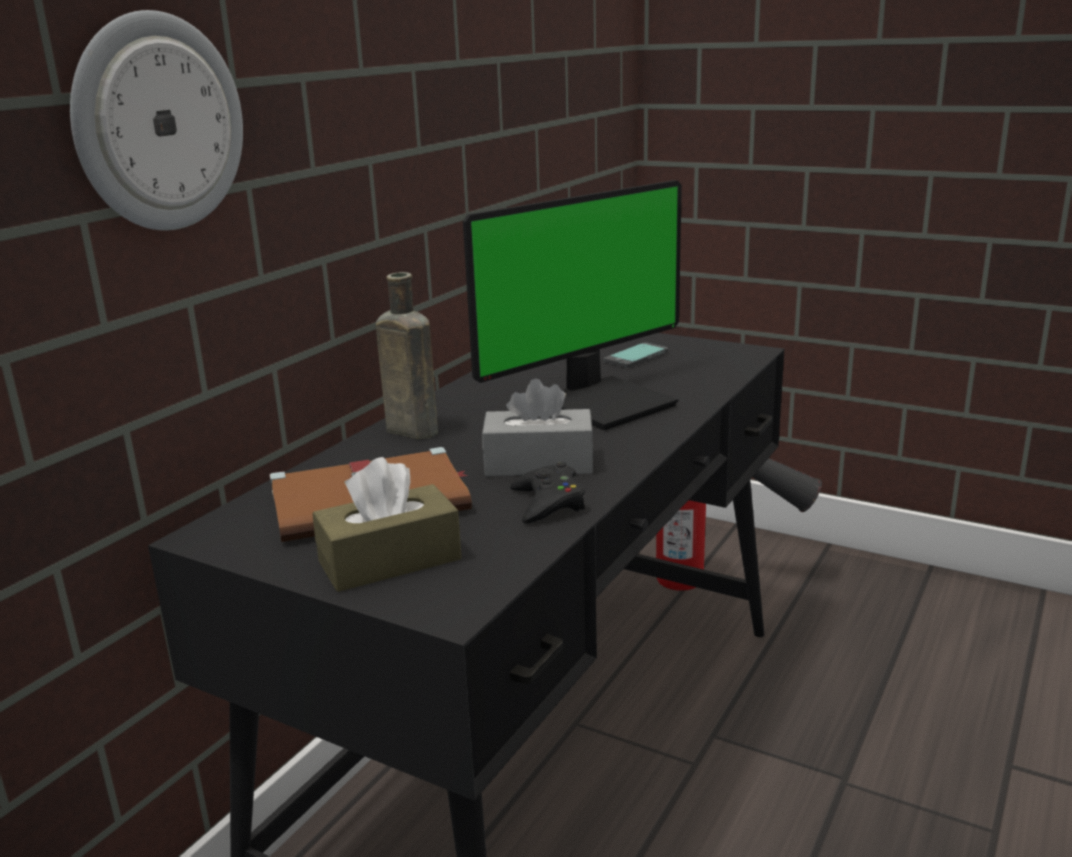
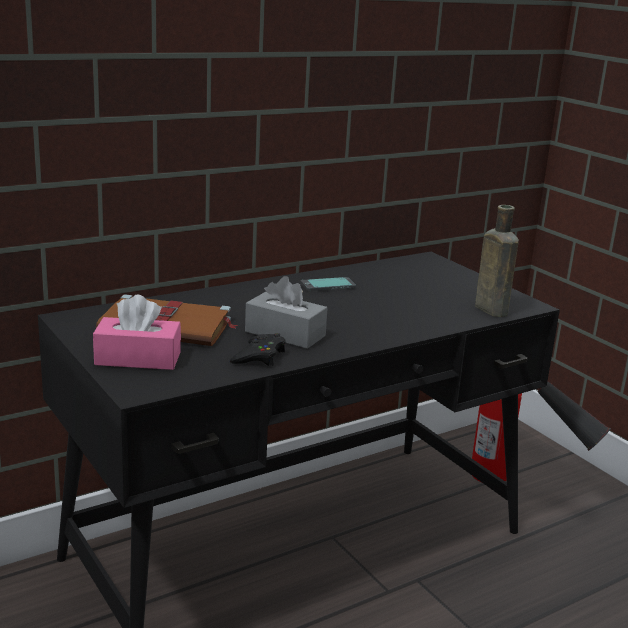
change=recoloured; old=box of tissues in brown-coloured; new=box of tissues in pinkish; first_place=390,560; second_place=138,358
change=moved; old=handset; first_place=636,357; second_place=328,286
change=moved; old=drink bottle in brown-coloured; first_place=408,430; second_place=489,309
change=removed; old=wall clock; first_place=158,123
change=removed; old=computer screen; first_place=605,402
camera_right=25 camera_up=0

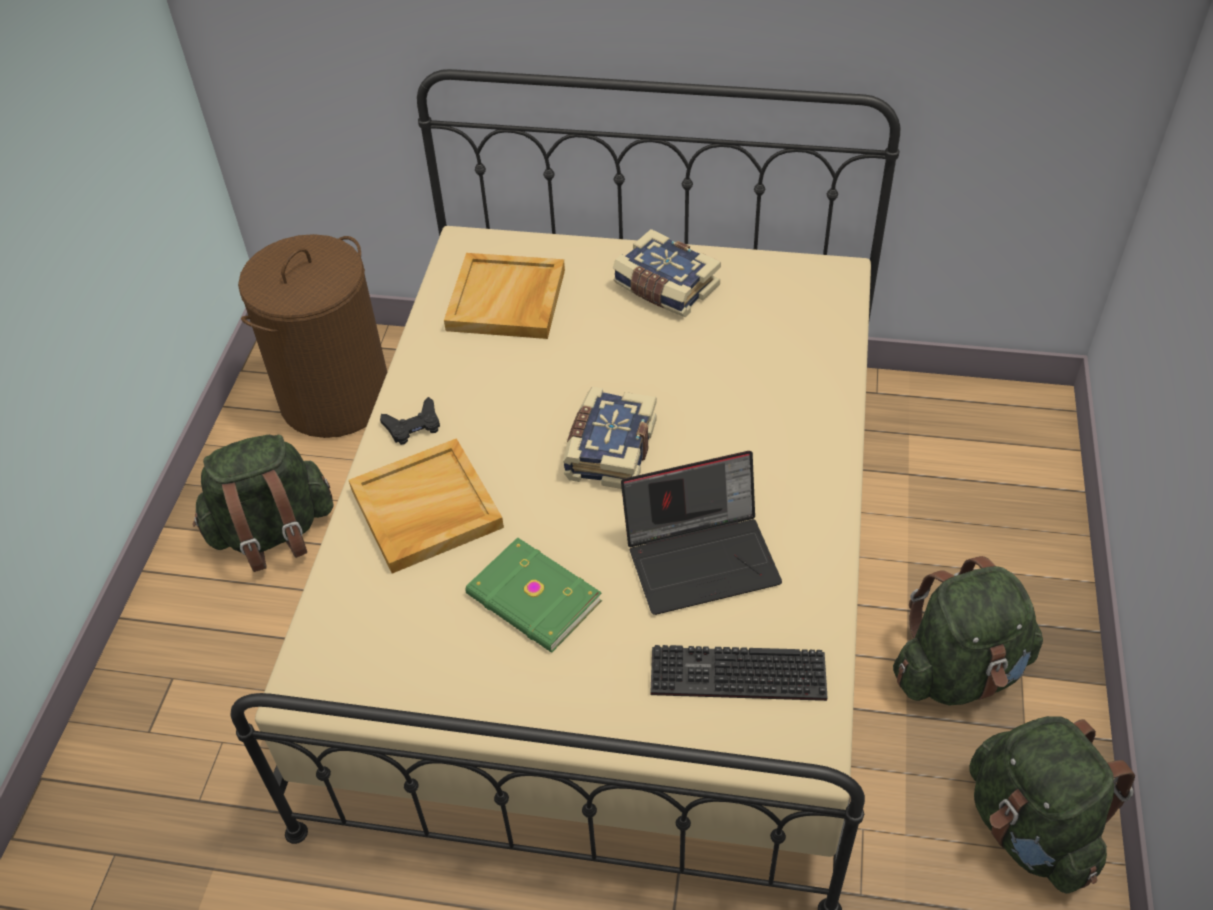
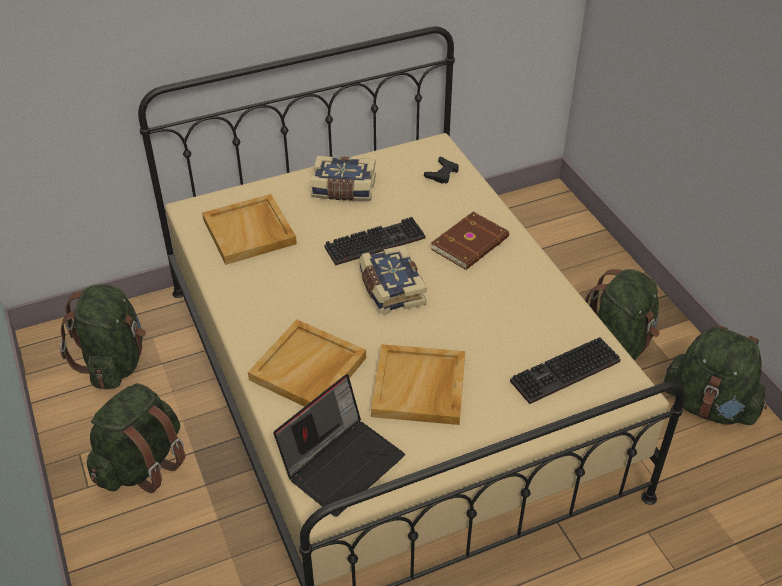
change=replaced; old=laundry basket in brown-coloured; new=backpack in green; first_place=335,397; second_place=115,362
change=moved; old=portable computer; first_place=702,557; second_place=342,462
change=added; new=keyboard; second_place=376,241
change=replaced; old=volume in green; new=serving tray in beige; first_place=533,600; second_place=420,388
change=moved; old=game controller in black; first_place=413,426; second_place=442,173
change=added; new=volume in brown-coloured; second_place=471,244
camera_right=-35 camera_up=-5

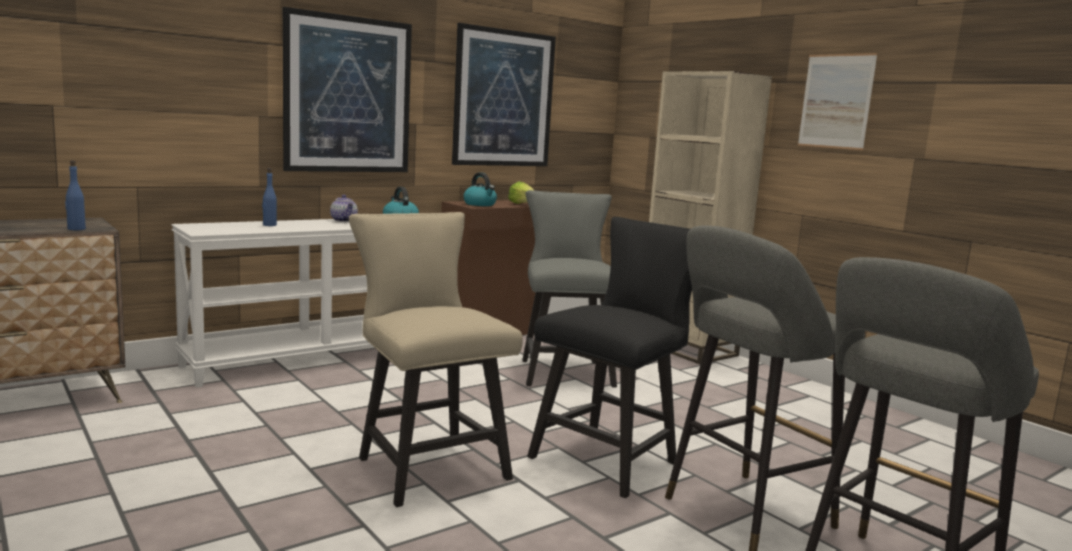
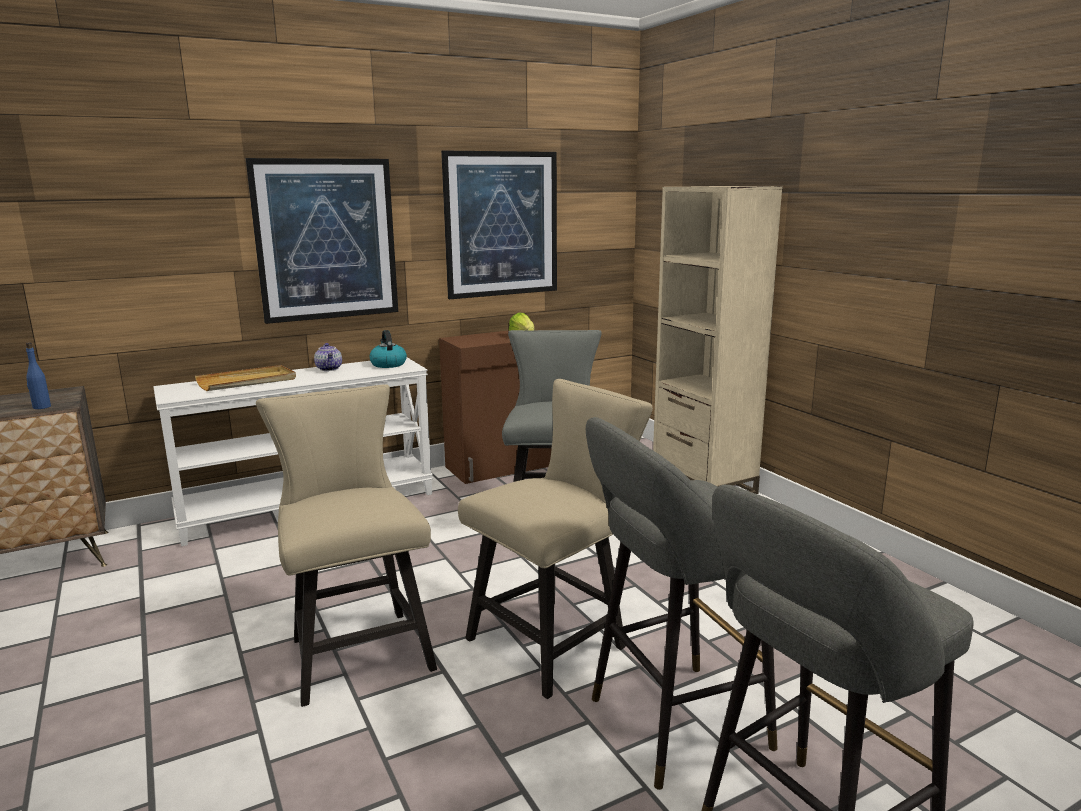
change=replaced; old=drink bottle in bluish; new=serving tray in beige; first_place=269,225; second_place=247,381
change=recoloured; old=upright chair in black; new=upright chair in beige; first_place=611,457; second_place=555,640
change=removed; old=kettle; first_place=480,204
change=removed; old=picture; first_place=836,101
camera_right=10 camera_up=5

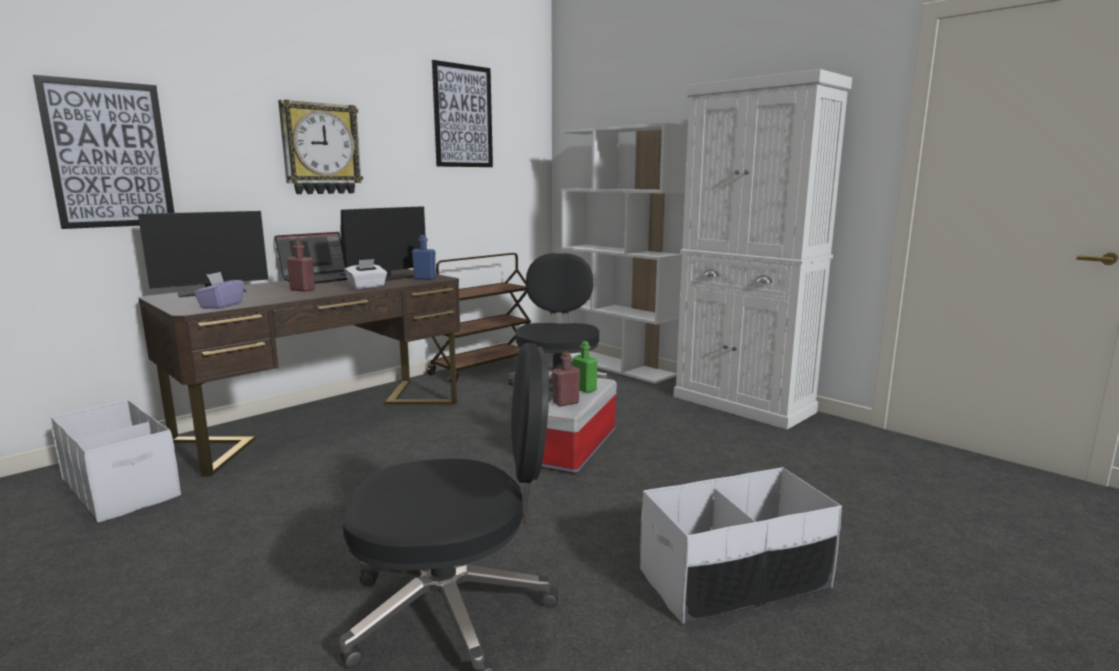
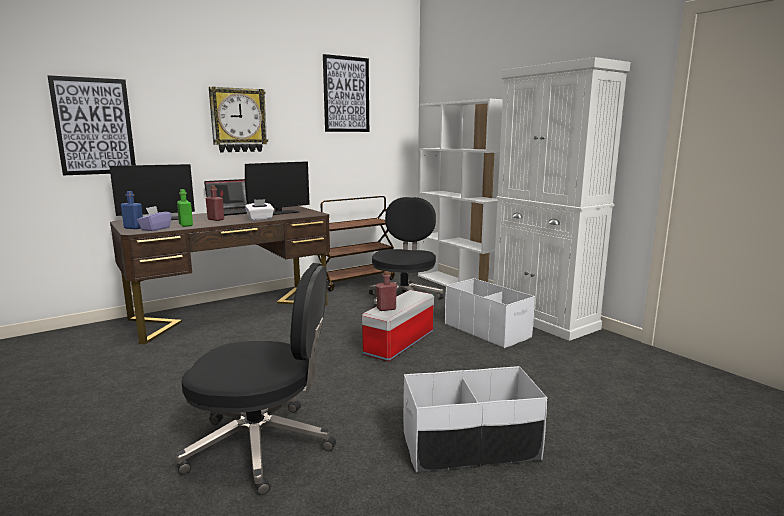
change=moved; old=drink bottle in bluish; first_place=424,278; second_place=134,228
change=moved; old=drink bottle in green; first_place=584,389; second_place=186,225
change=moved; old=storage box in white-coloured; first_place=121,487; second_place=487,330
camera_right=10 camera_up=0

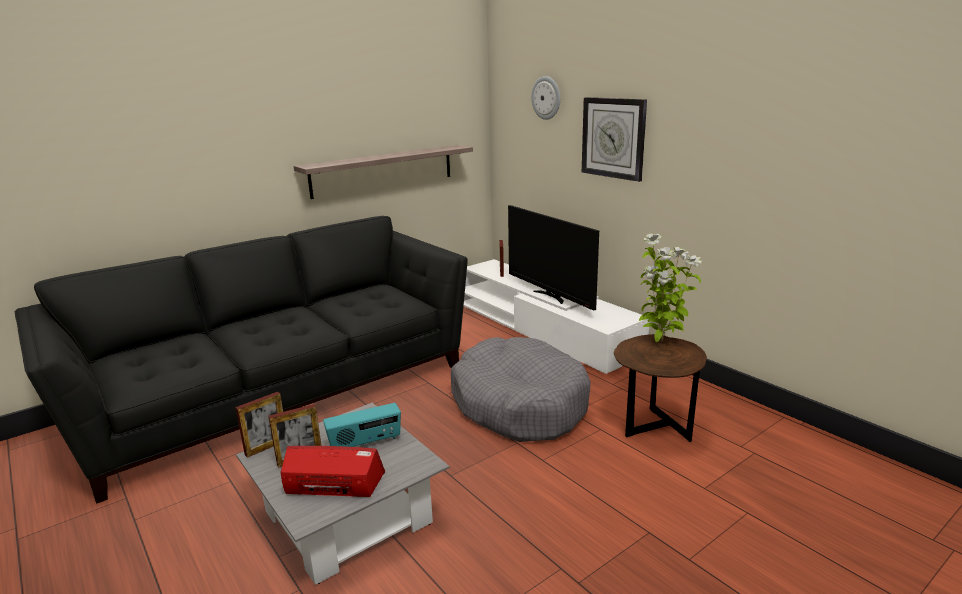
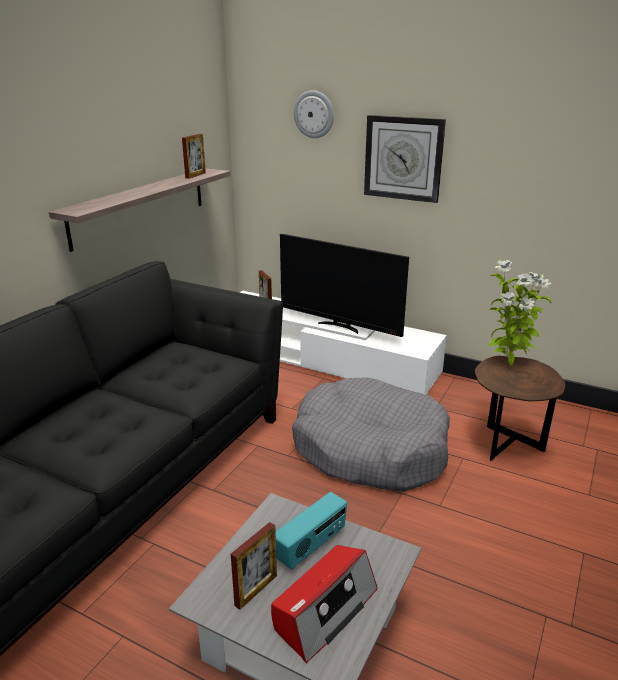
change=moved; old=picture frame; first_place=266,447; second_place=195,175
change=turned; old=radio receiver; first_place=333,484; second_place=324,610; degrees=150
camera_right=-25 camera_up=5

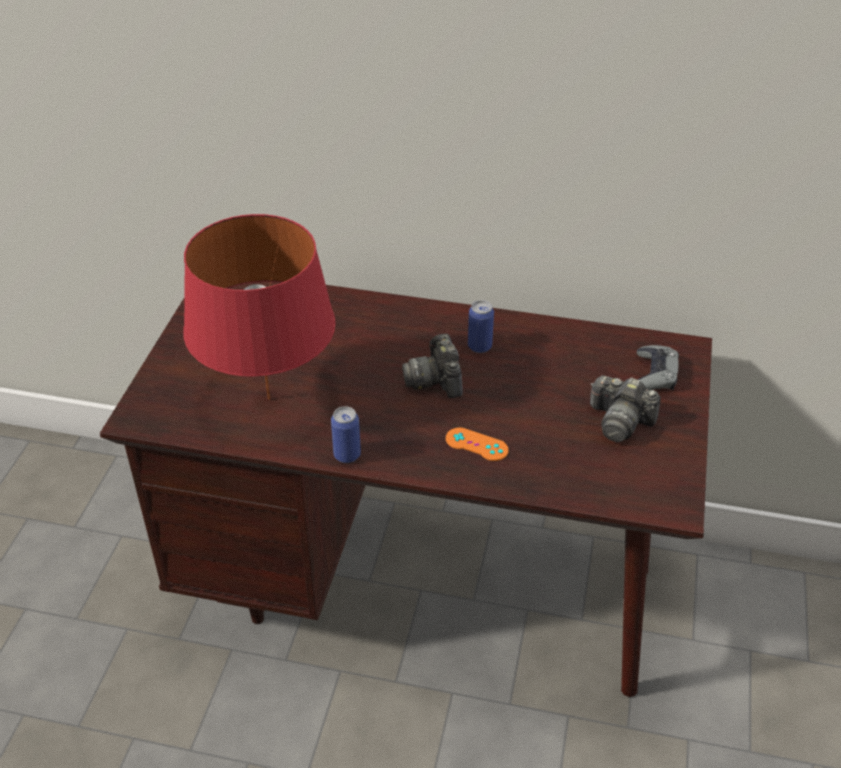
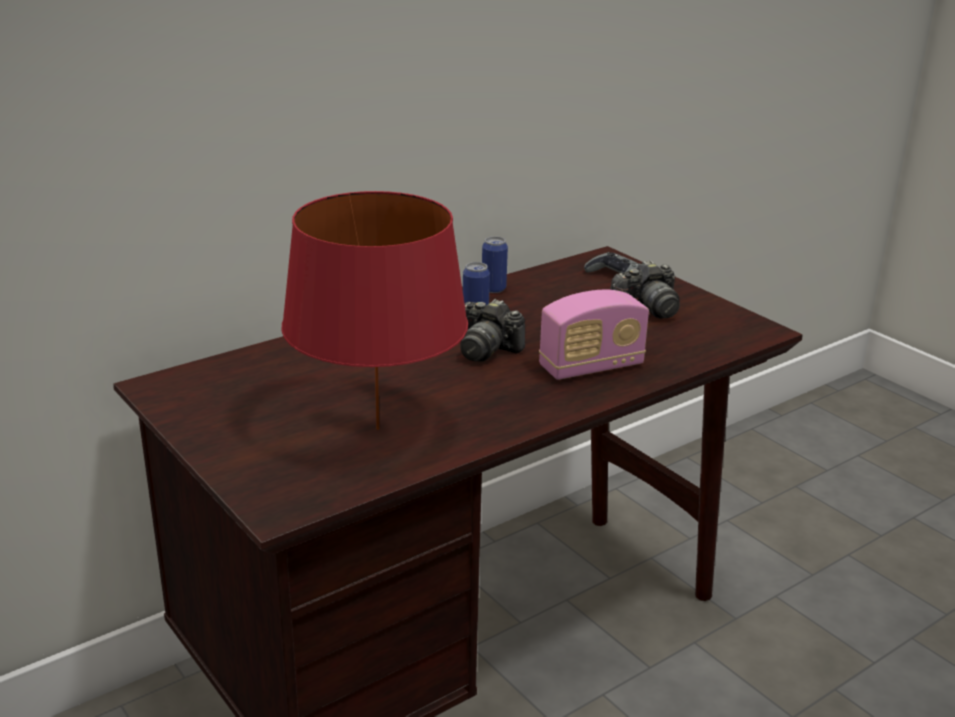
change=moved; old=sealed can; first_place=347,455; second_place=493,289
change=replaced; old=game controller in orangey; new=radio receiver; first_place=476,444; second_place=591,367
camera_right=-50 camera_up=-15

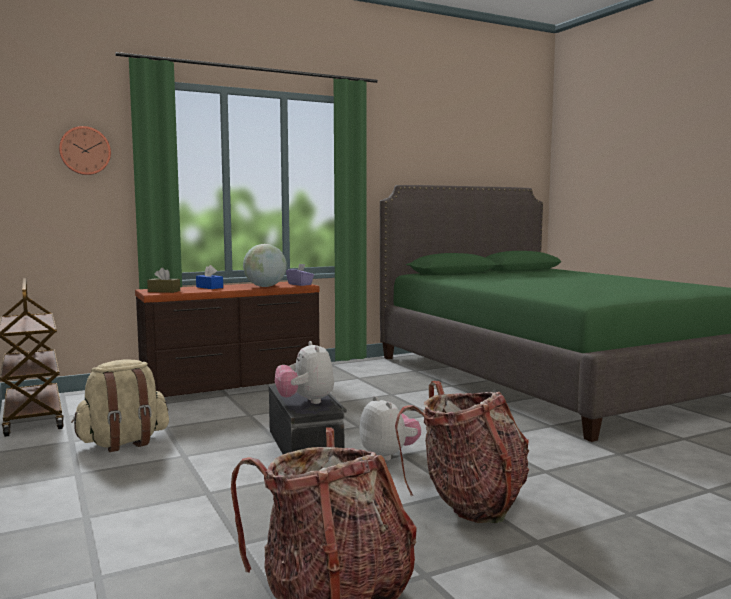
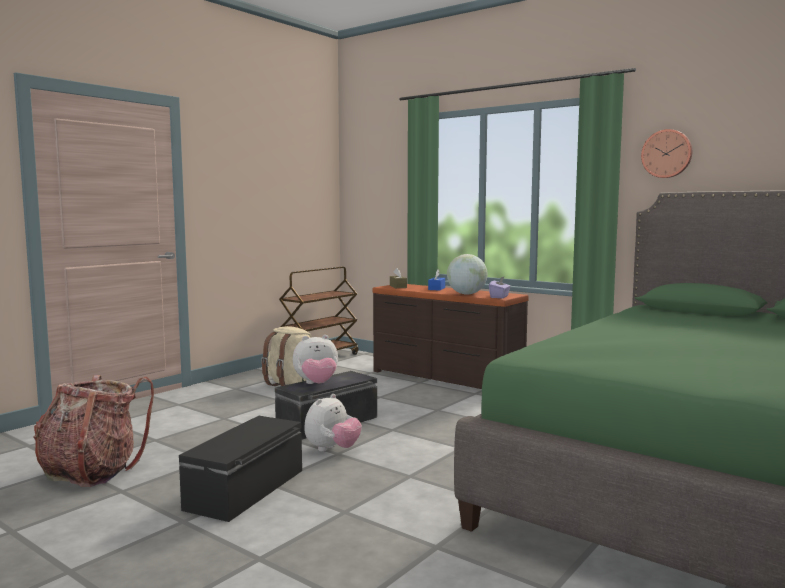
change=replaced; old=backpack; new=storage box in black; first_place=469,503; second_place=247,489
change=turned; old=plush toy; first_place=306,401; second_place=316,384; degrees=-150
change=moved; old=wall clock; first_place=85,151; second_place=667,154
camera_right=65 camera_up=0

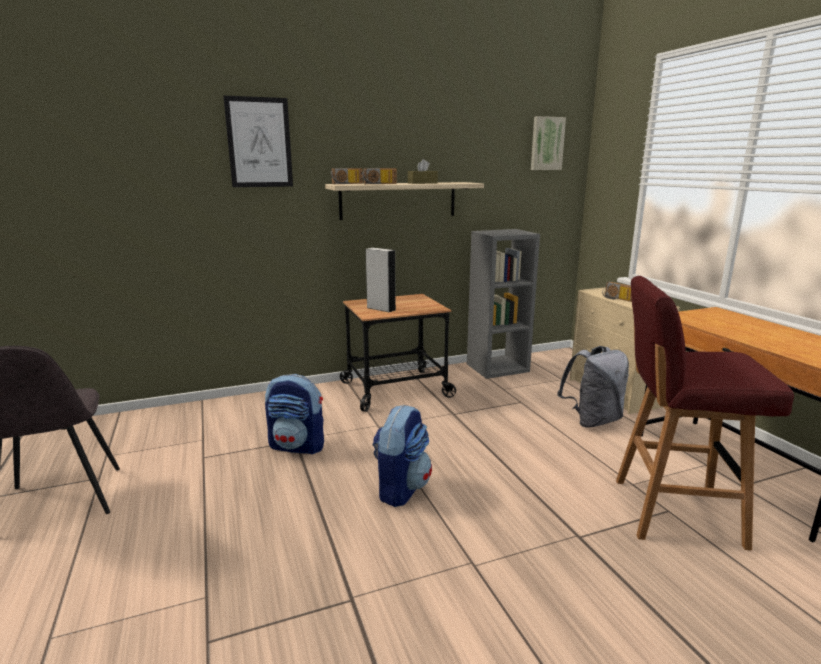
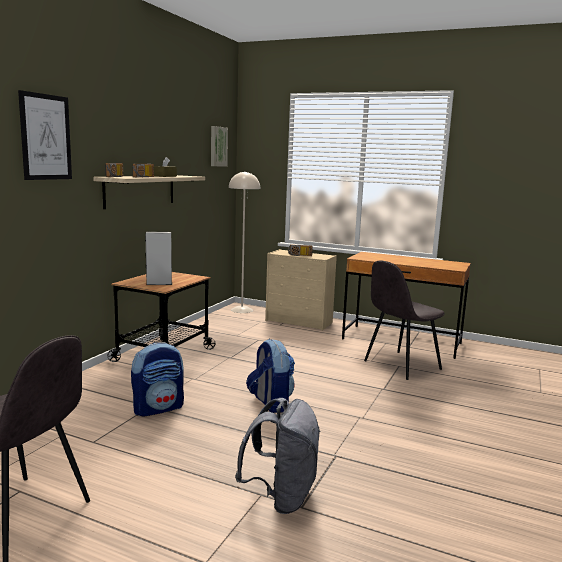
change=added; new=standing lamp in beige; second_place=242,310
change=moved; old=backpack in grey; first_place=592,420; second_place=281,497
change=replaced; old=sitting stool in reddish; new=upright chair in grey; first_place=672,511; second_place=400,365
change=removed; old=bookshelf in grey; first_place=498,367
camera_right=-45 camera_up=-5

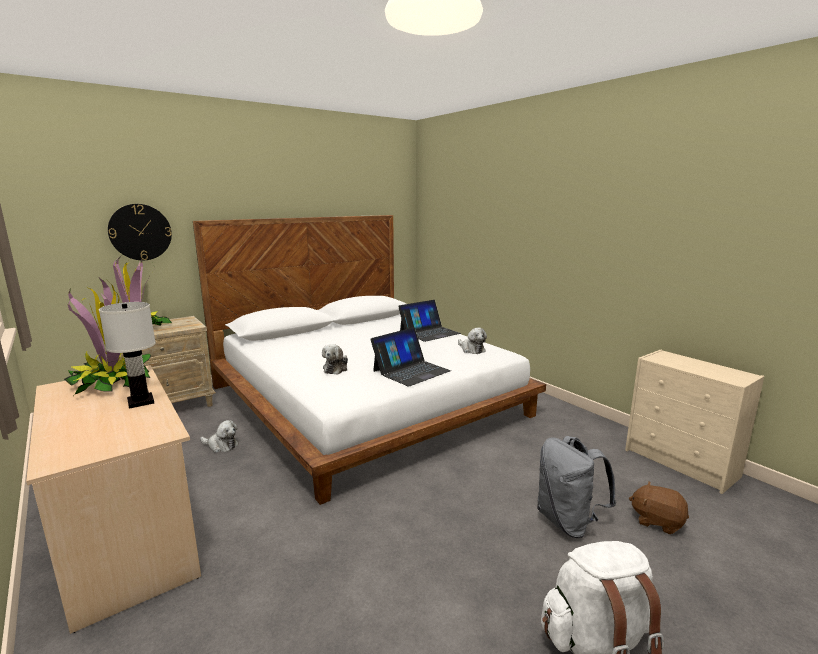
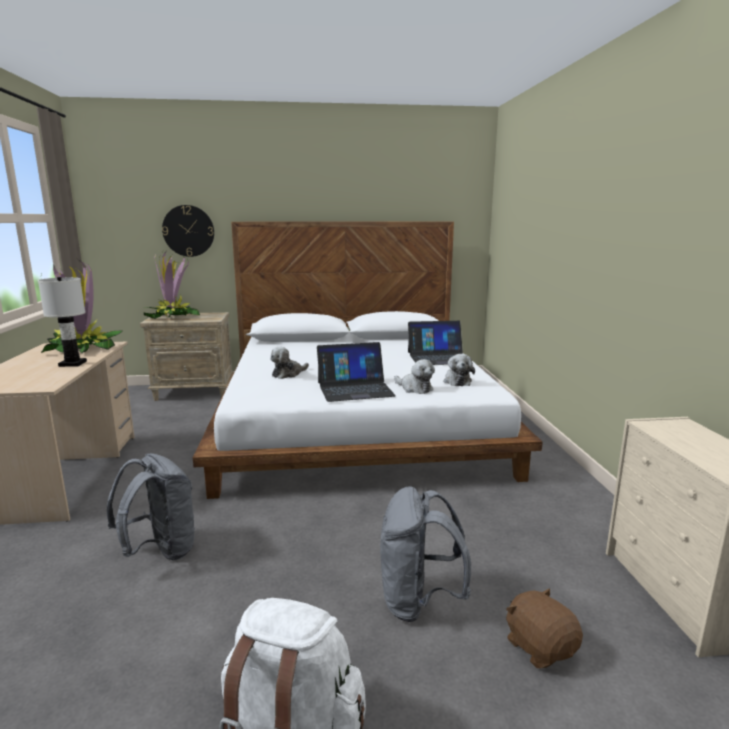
change=added; new=backpack in grey; second_place=161,551
change=moved; old=plush toy; first_place=221,446; second_place=414,388
camera_right=30 camera_up=0

